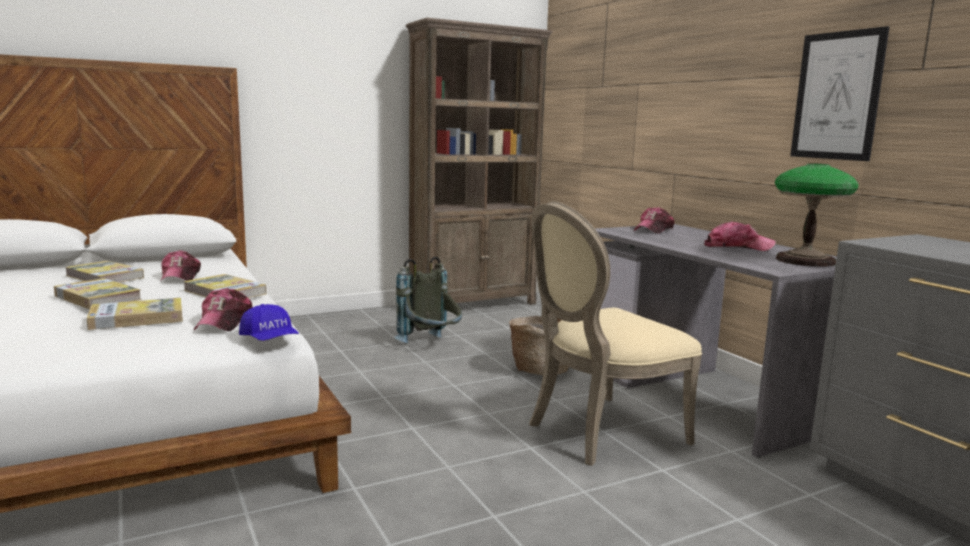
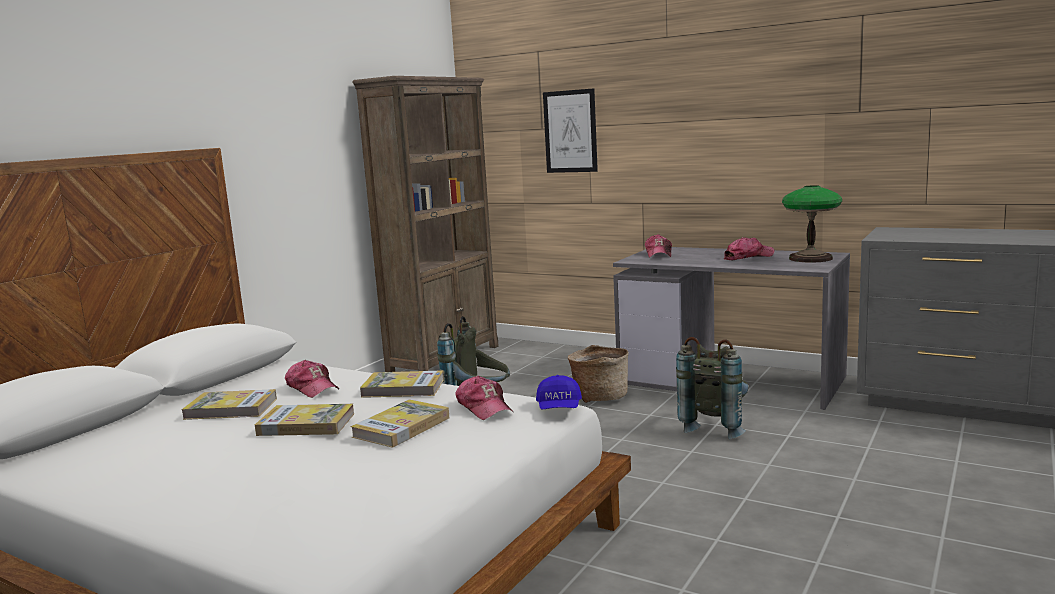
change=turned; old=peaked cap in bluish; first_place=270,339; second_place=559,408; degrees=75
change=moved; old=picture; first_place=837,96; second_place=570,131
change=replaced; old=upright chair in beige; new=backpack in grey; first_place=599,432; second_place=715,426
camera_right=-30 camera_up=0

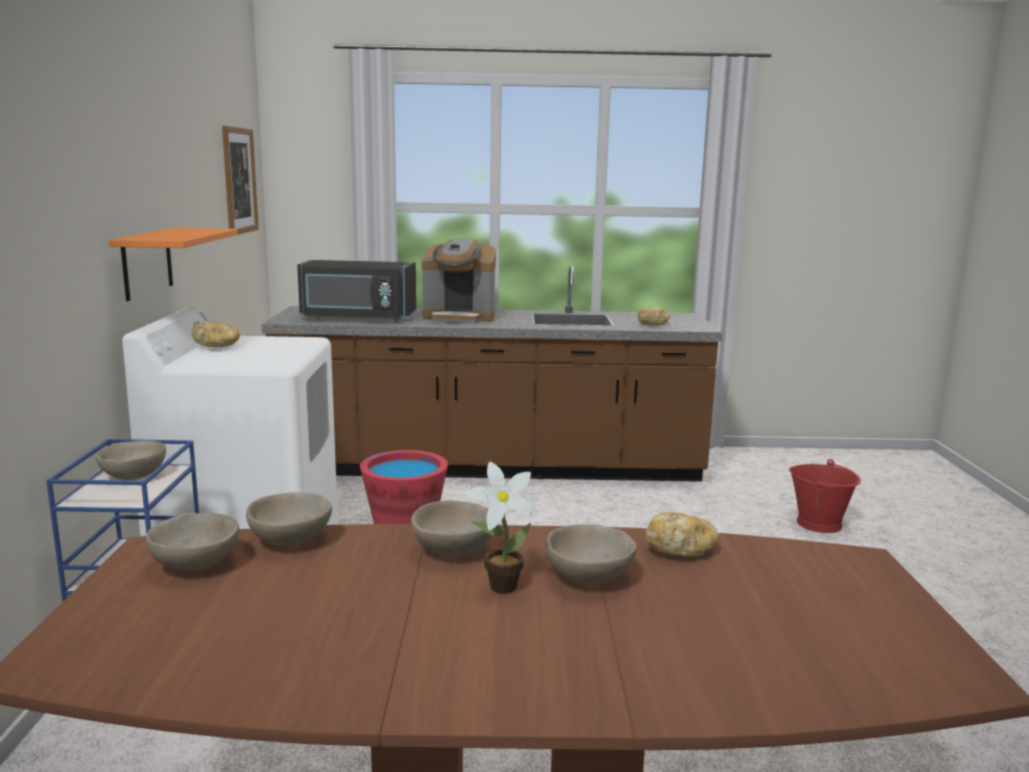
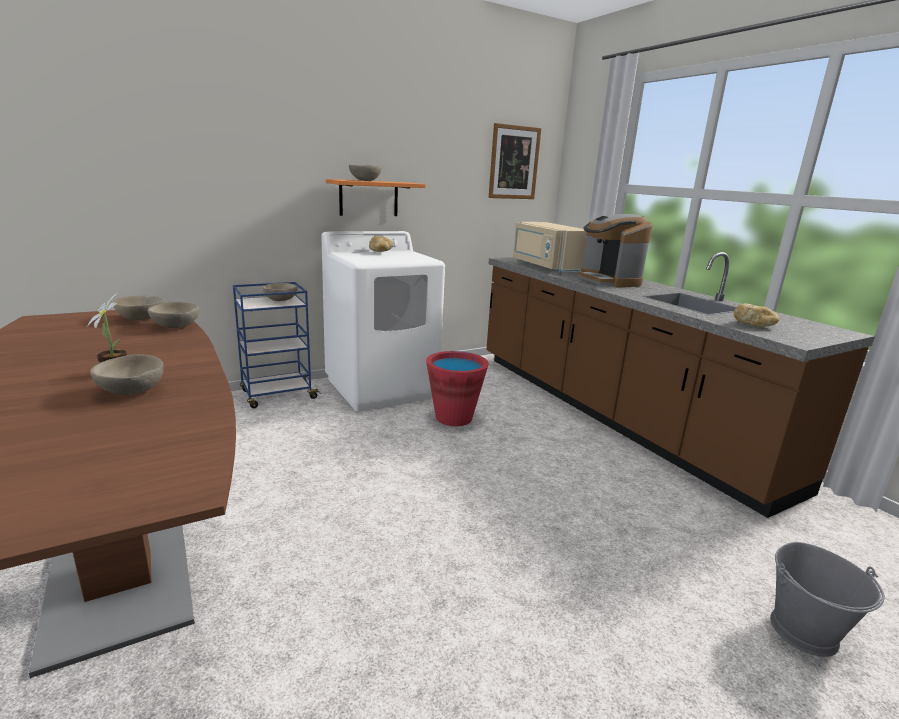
change=moved; old=bowl in beige; first_place=453,551; second_place=365,180
change=recoloured; old=kitchen microwave in black; new=kitchen microwave in beige; first_place=357,318; second_place=546,267
change=recoloured; old=bucket in reddish; new=bucket in grey; first_place=819,523; second_place=805,631
change=removed; old=bakery bread; first_place=679,550
camera_right=60 camera_up=5

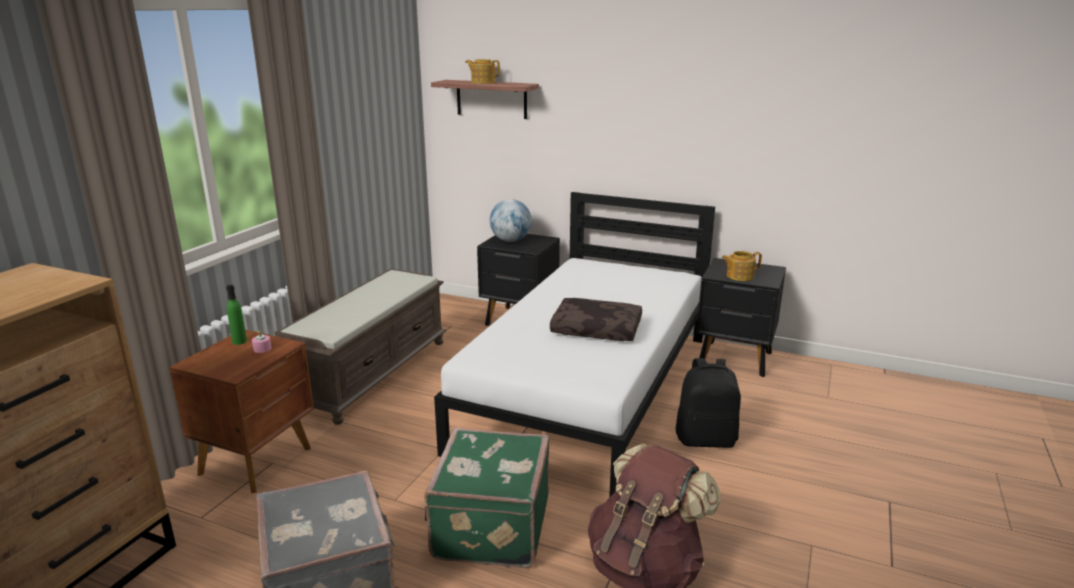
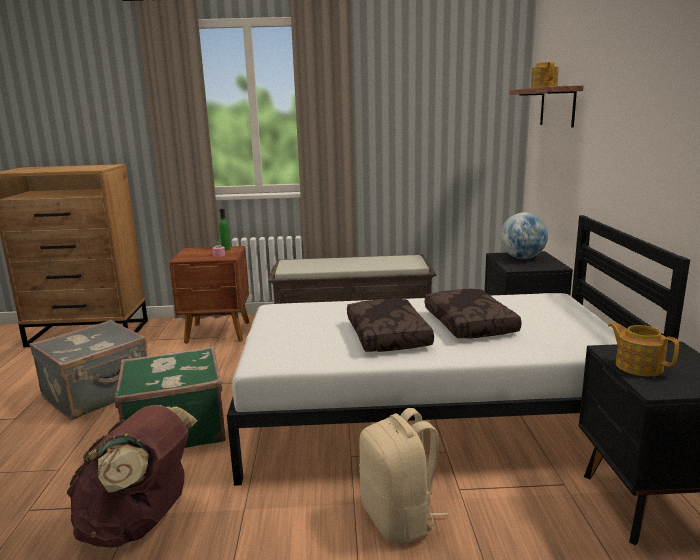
change=recoloured; old=backpack in black; new=backpack in beige; first_place=706,439; second_place=399,518
change=added; new=cushion in brown-coloured; second_place=471,324
camera_right=65 camera_up=-5

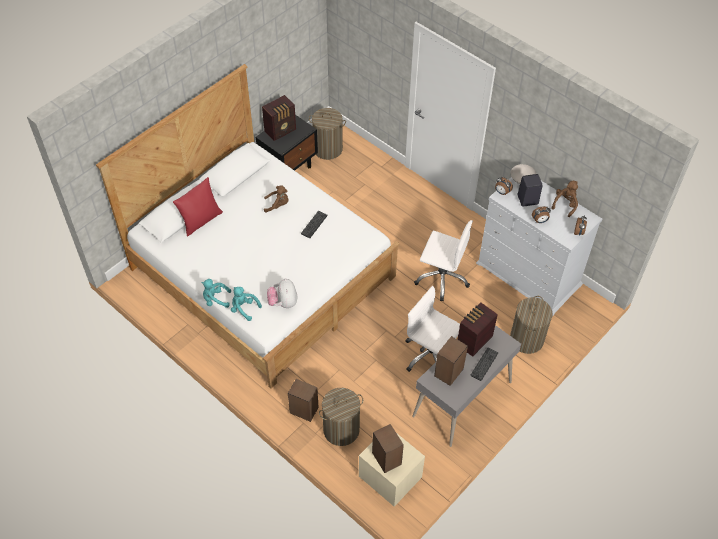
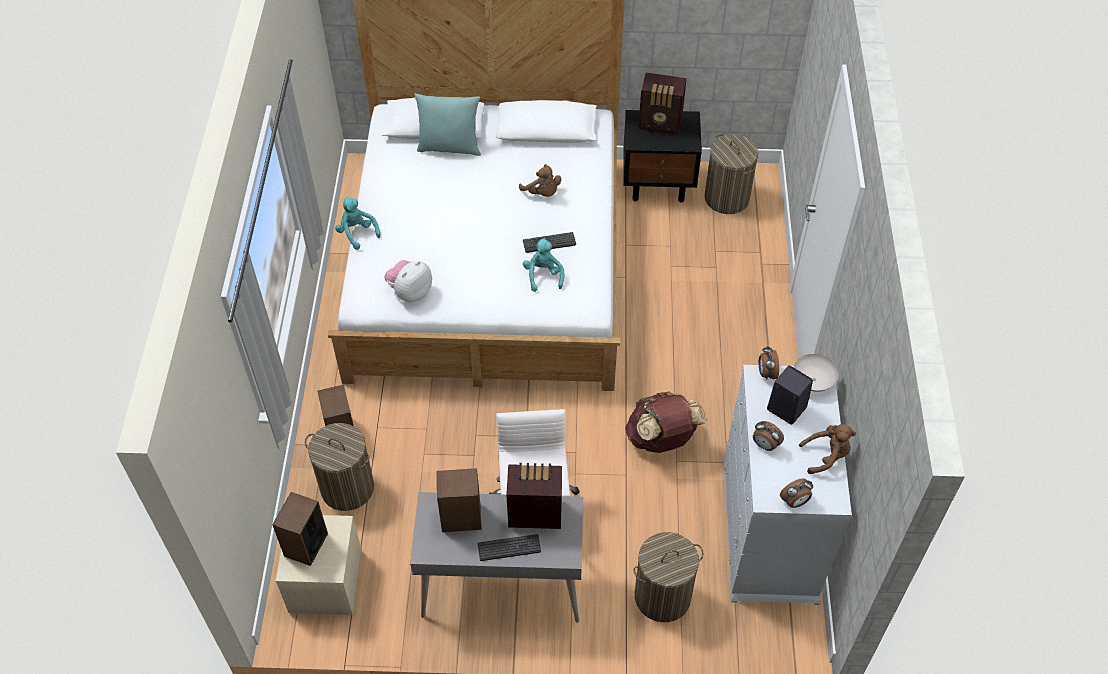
change=recoloured; old=cushion in reddish; new=cushion in turquoise; first_place=201,221; second_place=449,147
change=moved; old=plush toy in turquoise; first_place=244,308; second_place=543,275
change=replaced; old=office chair in white-coloured; new=backpack in brown-coloured; first_place=442,278; second_place=661,439
camera_right=50 camera_up=0

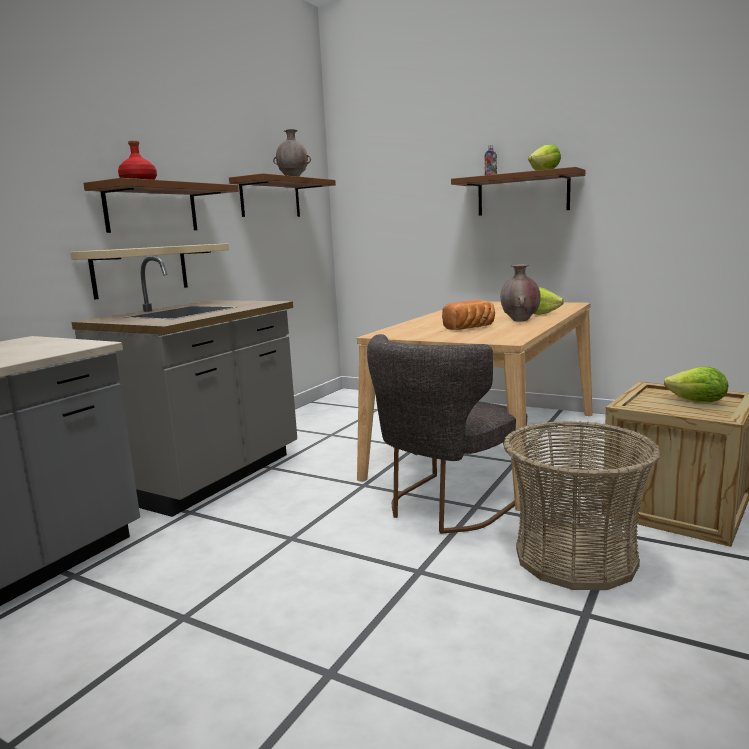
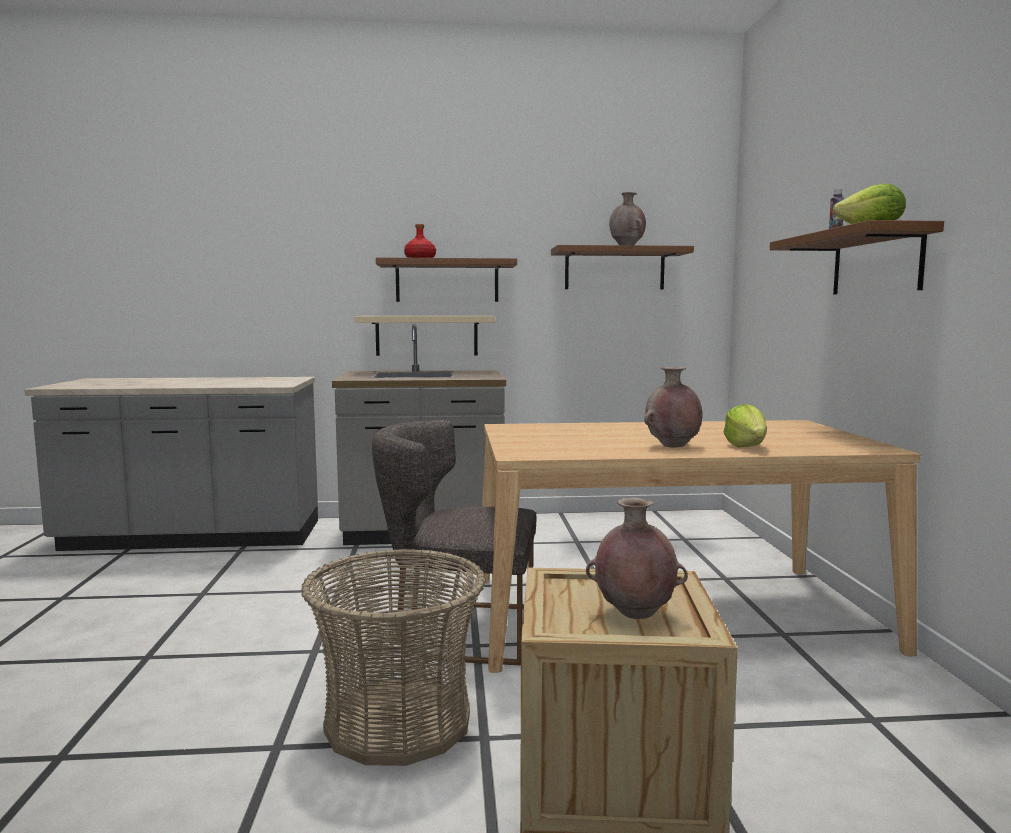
change=replaced; old=lettuce head; new=vase in brown-coloured; first_place=697,402; second_place=634,614
change=removed; old=bakery bread; first_place=471,328
camera_right=55 camera_up=-5

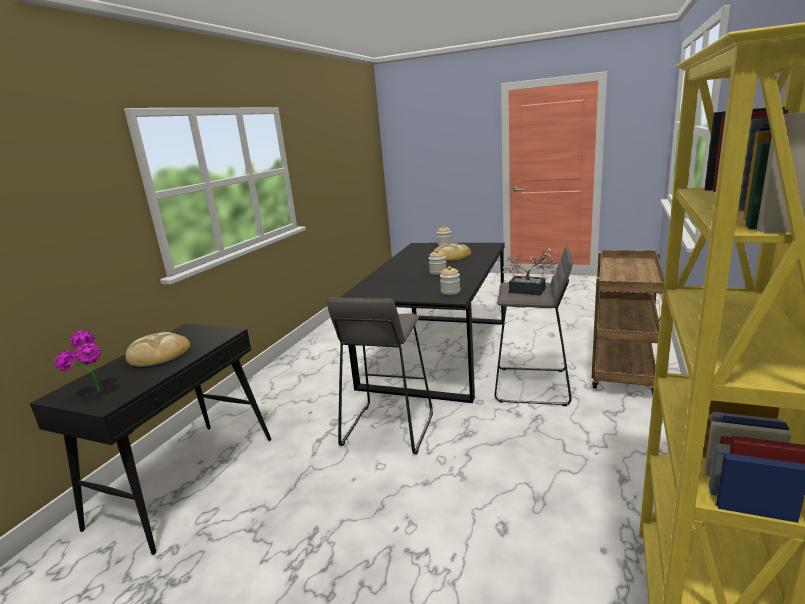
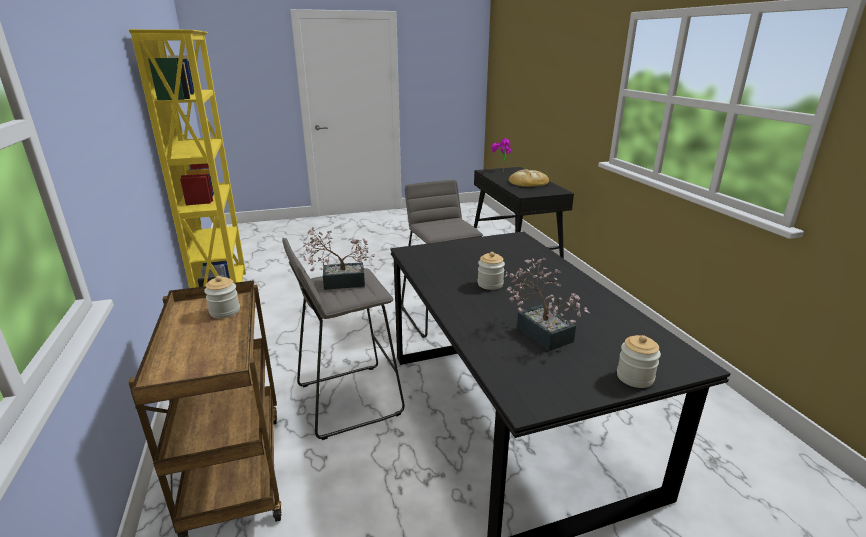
change=moved; old=storage jar; first_place=450,292; second_place=225,311
change=replaced; old=bakery bread; new=potted plant; first_place=451,256; second_place=540,331
camera_right=140 camera_up=5

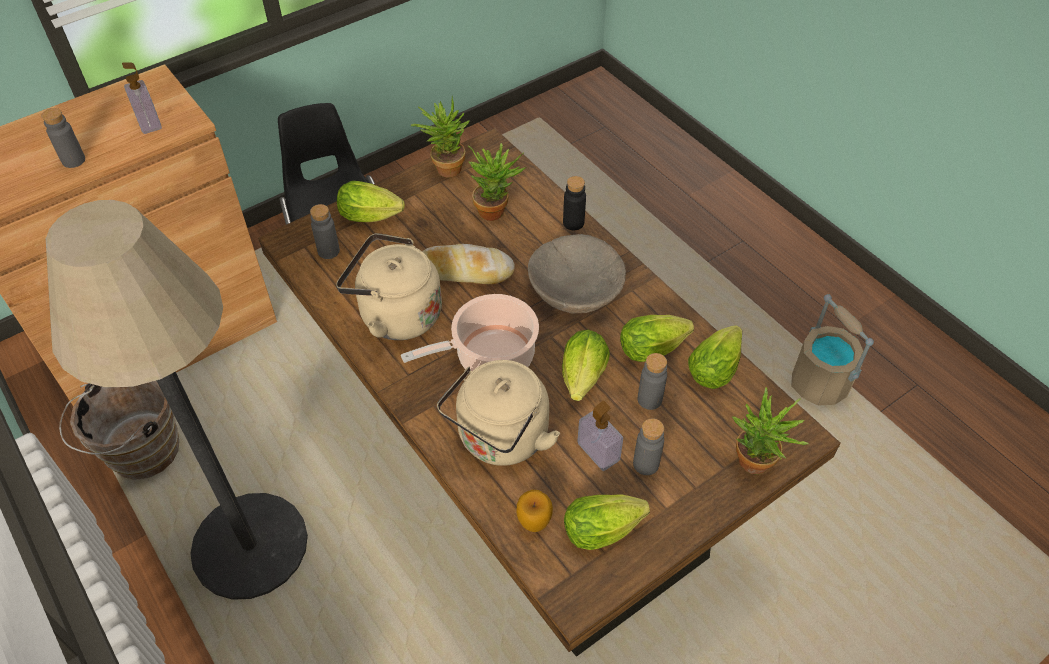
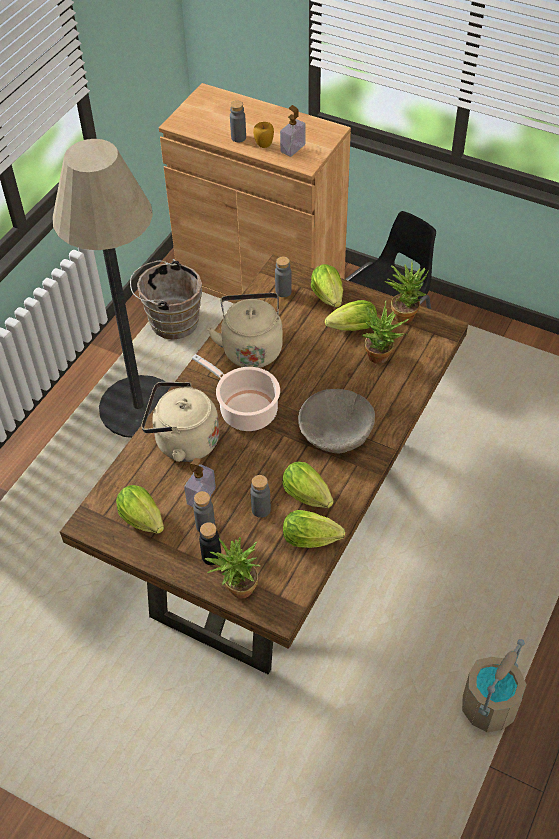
change=moved; old=drink bottle in black; first_place=573,223; second_place=211,556
change=moved; old=apple; first_place=534,522; second_place=264,144
change=moved; old=lettuce head; first_place=582,380; second_place=349,328
change=removed; old=bakery bread; first_place=463,271
camera_right=65 camera_up=0

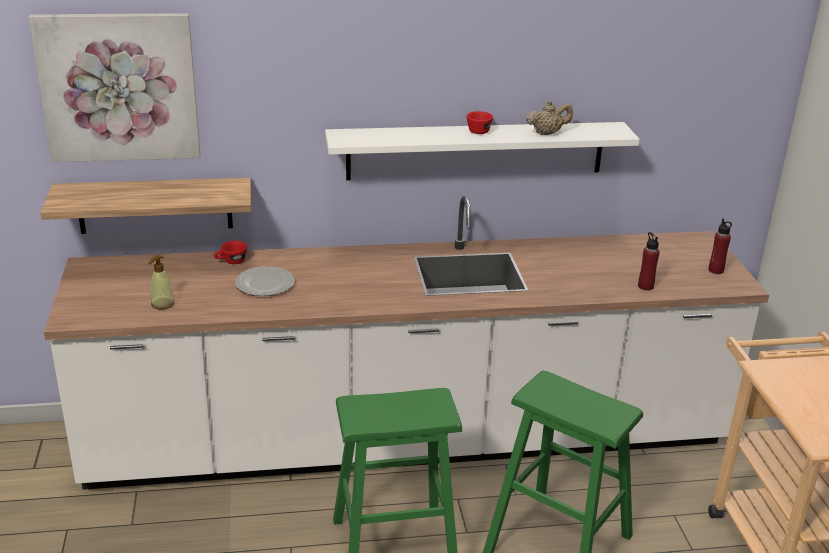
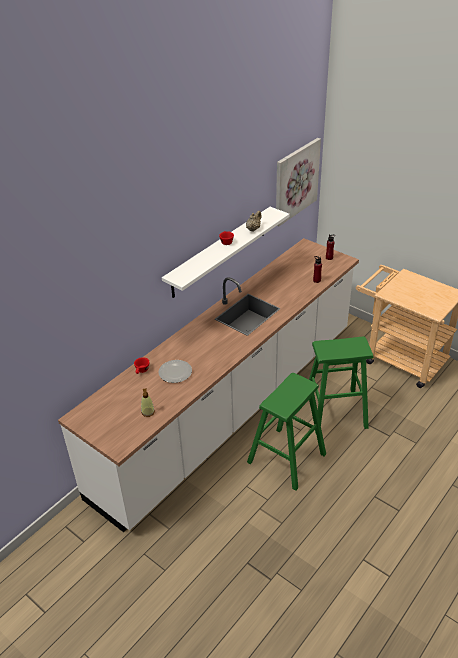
change=moved; old=picture; first_place=119,87; second_place=295,181
change=removed; old=shelf; first_place=155,205
camera_right=-40 camera_up=10

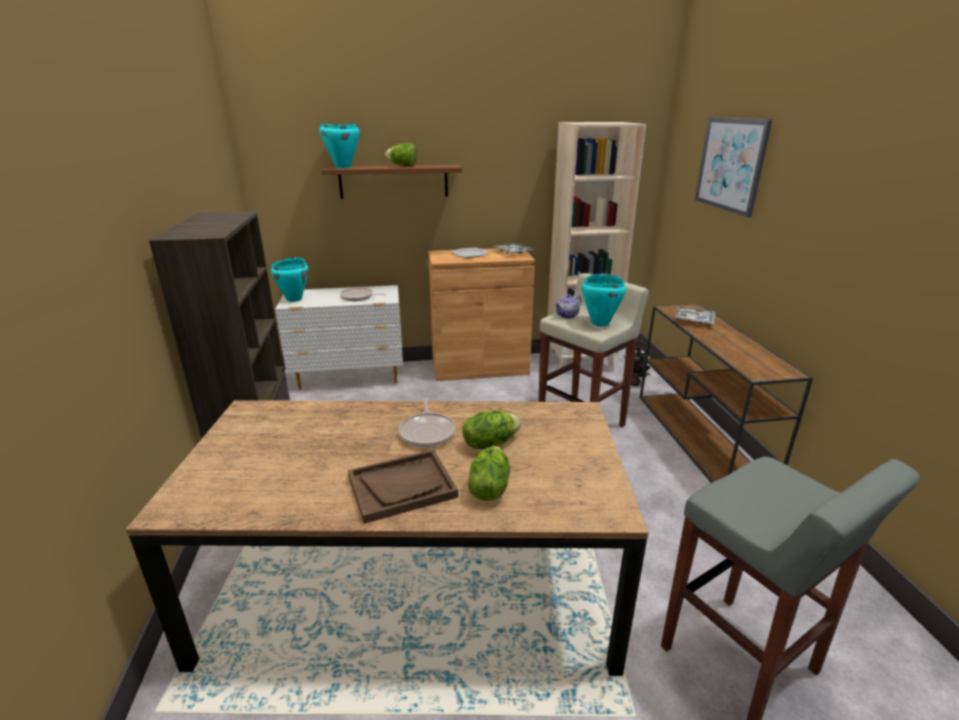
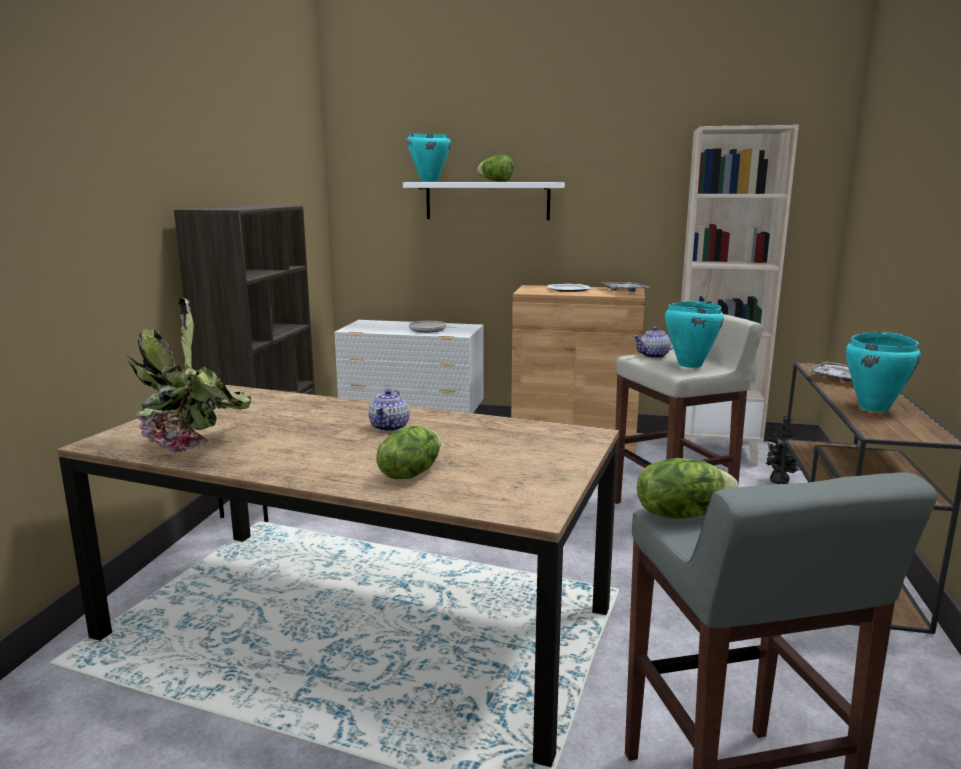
change=added; new=potted plant; second_place=201,446
change=replaced; old=pan; new=teapot; first_place=427,432; second_place=390,427
change=recoloured; old=shelf in brown-coloured; new=shelf in white-coloured; first_place=393,181; second_place=487,201
change=moved; old=lettuce head; first_place=490,443; second_place=681,514
change=moved; old=stockpot in turquoise; first_place=294,299; second_place=874,408
change=removed; old=serving tray in brown-coloured; first_place=402,487
change=removed; old=picture; first_place=730,164
camera_right=20 camera_up=-10

